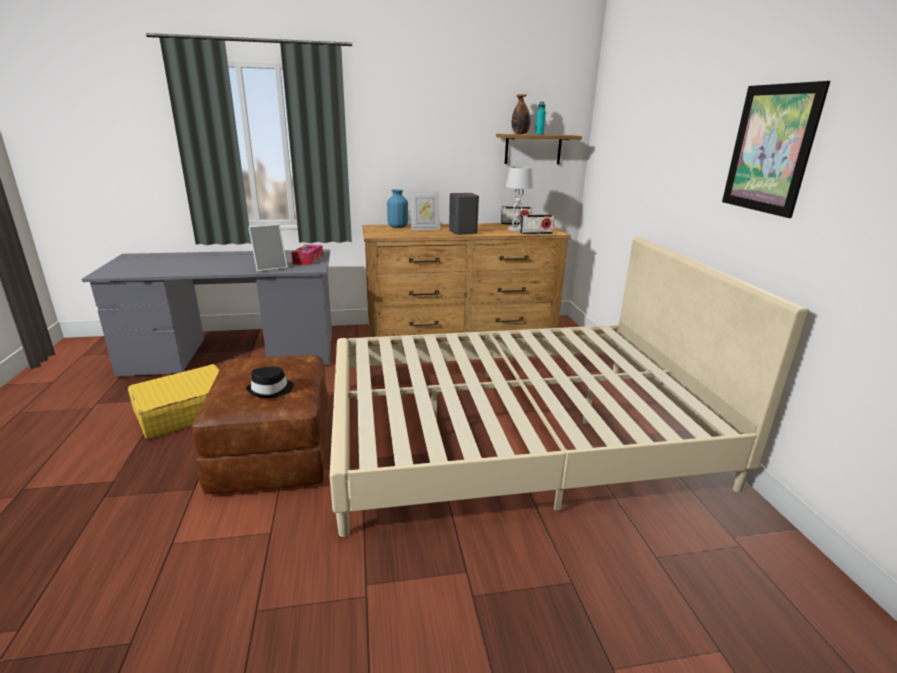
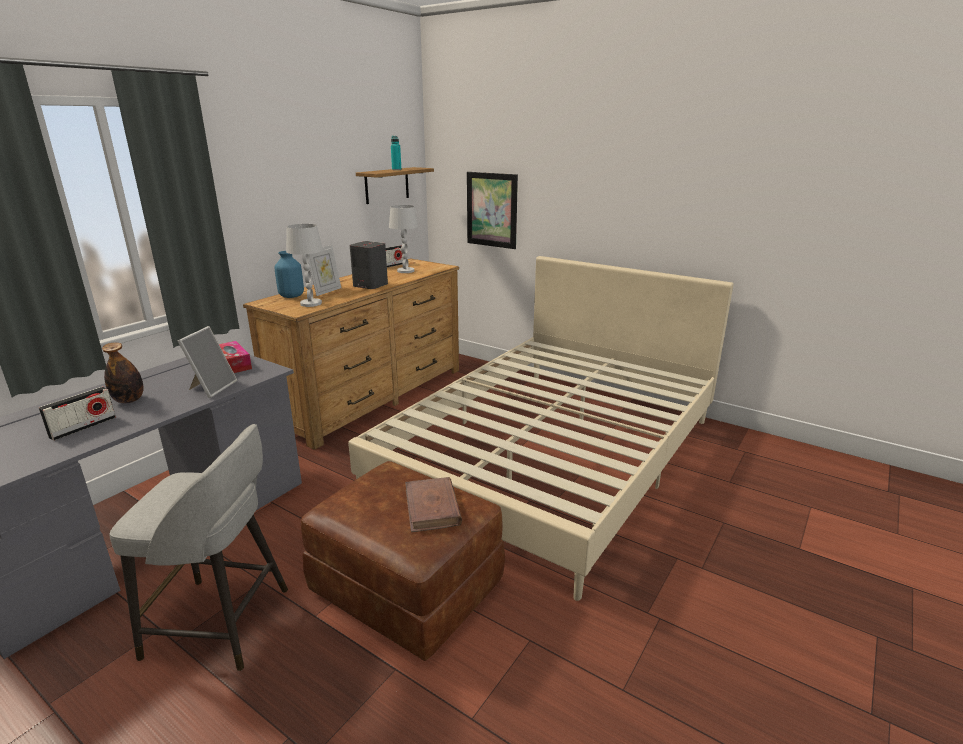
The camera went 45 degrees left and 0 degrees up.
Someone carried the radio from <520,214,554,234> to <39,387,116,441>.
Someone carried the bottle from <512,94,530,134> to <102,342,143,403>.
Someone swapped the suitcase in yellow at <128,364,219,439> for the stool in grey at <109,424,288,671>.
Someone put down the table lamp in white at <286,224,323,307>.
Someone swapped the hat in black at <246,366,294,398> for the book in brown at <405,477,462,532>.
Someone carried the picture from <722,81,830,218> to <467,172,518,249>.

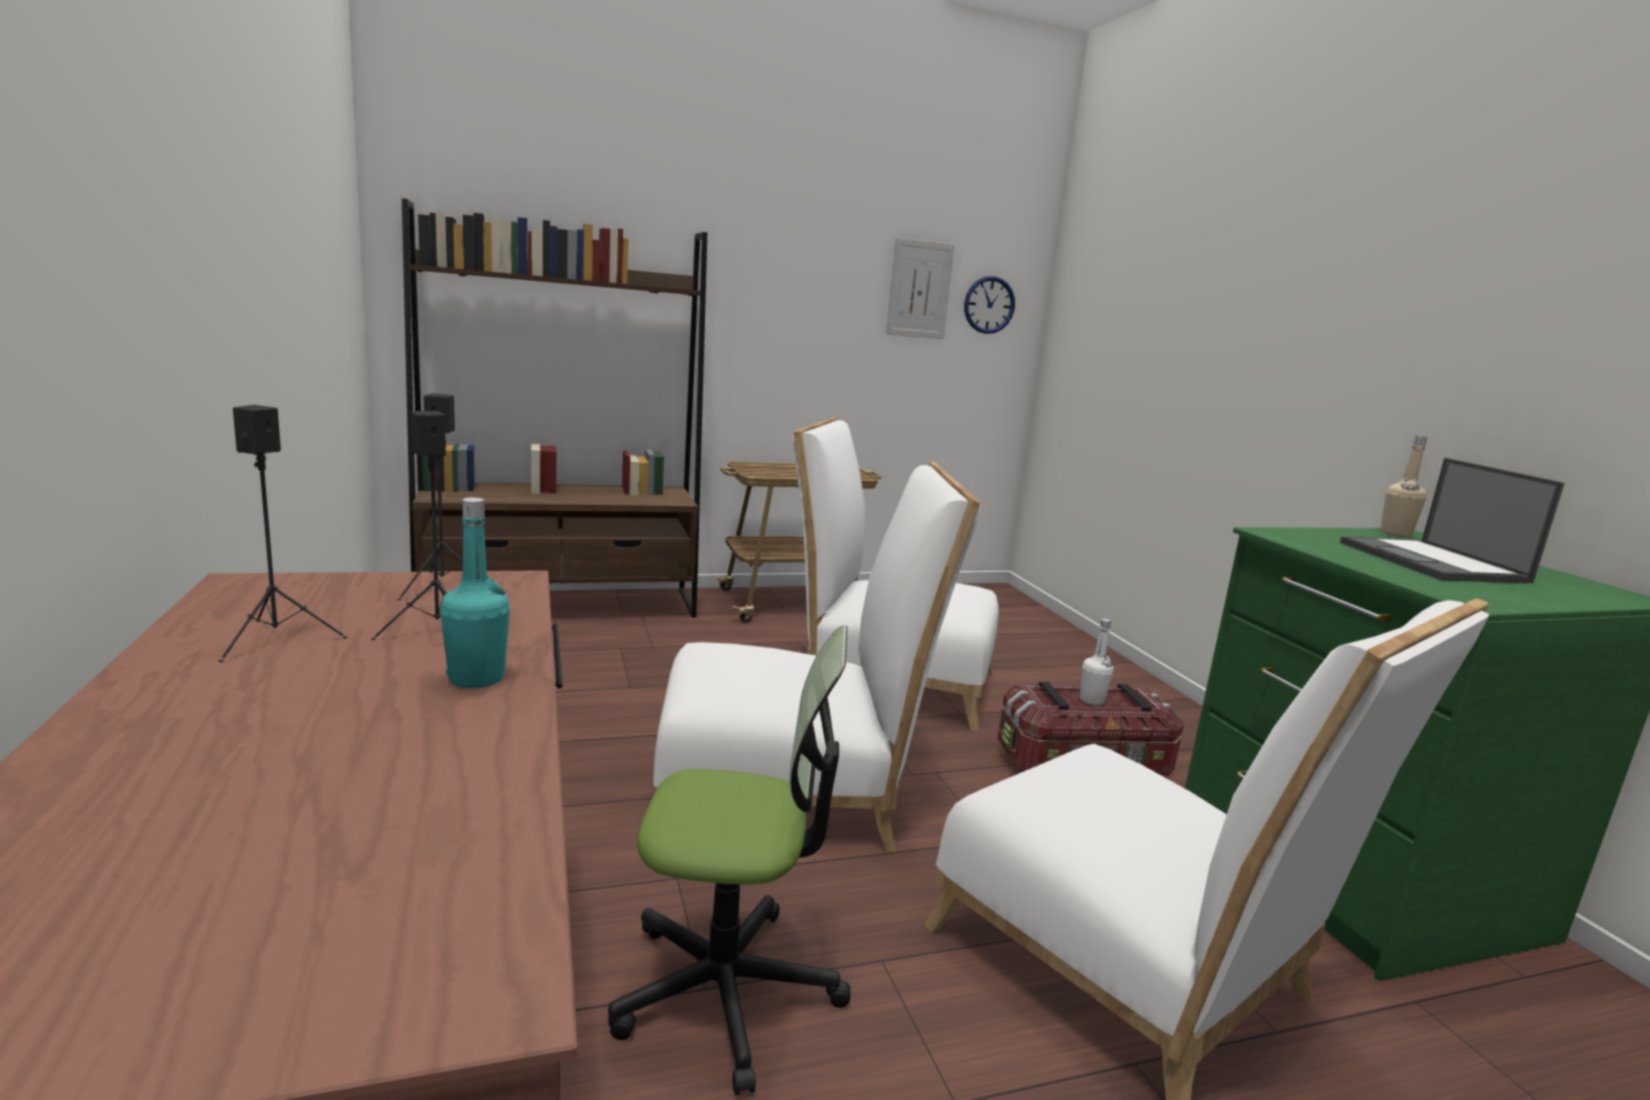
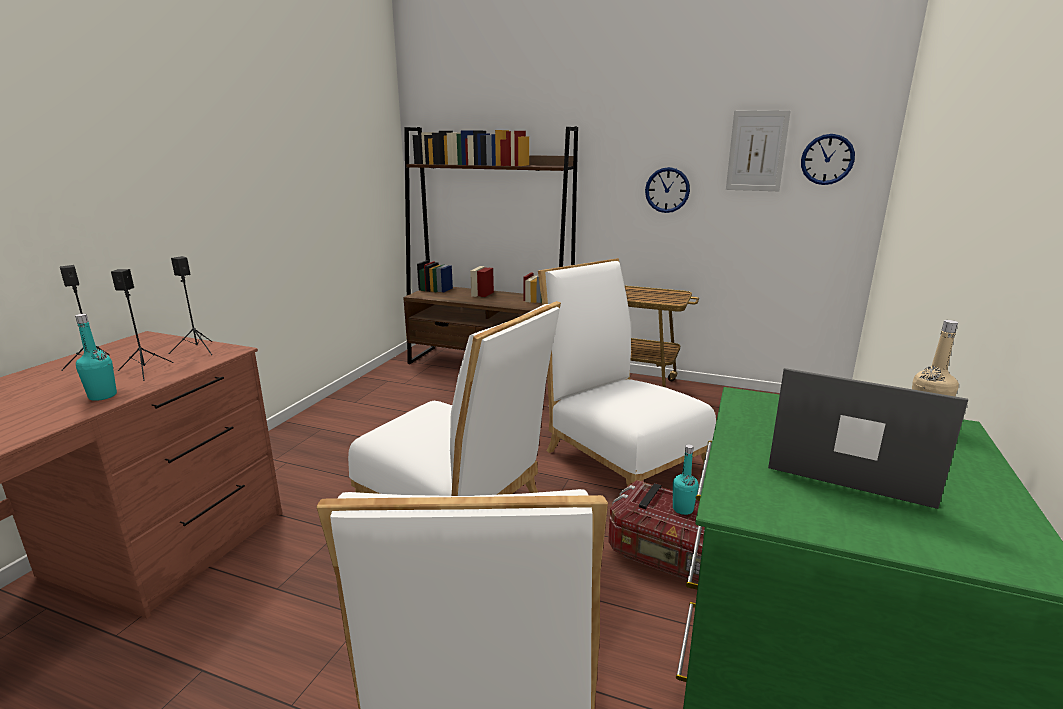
The camera went 40 degrees right and 5 degrees up.
Someone put up the wall clock at <645,167,690,213>.
Someone repainted the bottle in white at <1080,618,1113,705>, which became the bottle in turquoise at <673,444,699,515>.
Someone rotated the laptop at <1340,458,1564,583> by 90 degrees clockwise.
Someone took away the office chair at <608,626,850,1095>.

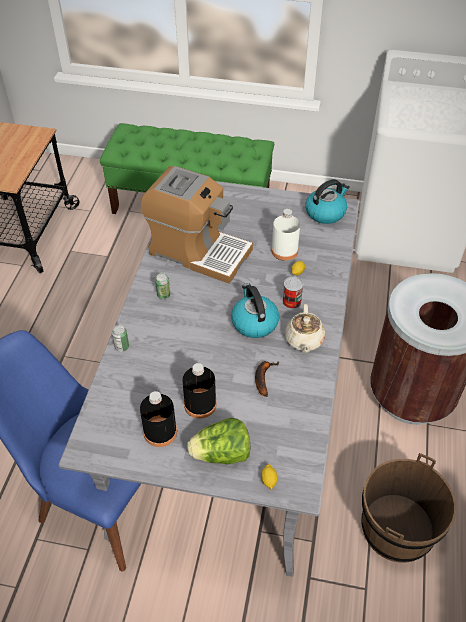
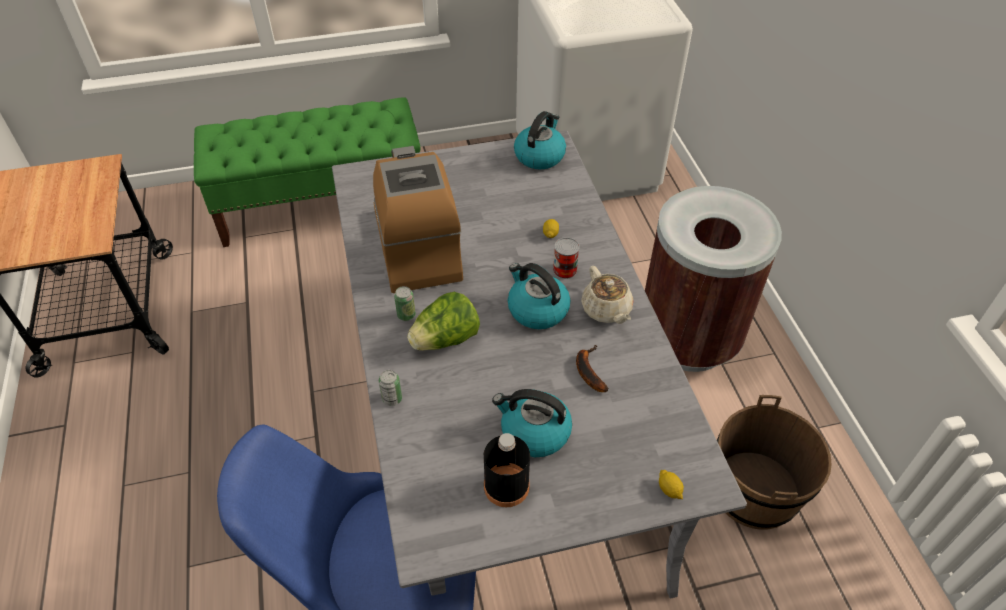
The camera went 25 degrees left and 0 degrees up.
Someone rotated the coffee machine at <141,166,253,284> by 105 degrees counterclockwise.
Someone carried the lettuce from <187,418,251,464> to <407,292,480,351>.
Someone swapped the bottle in black at <182,363,217,419> for the kettle at <492,389,572,457>.
Someone took away the bottle in white at <271,209,300,261>.

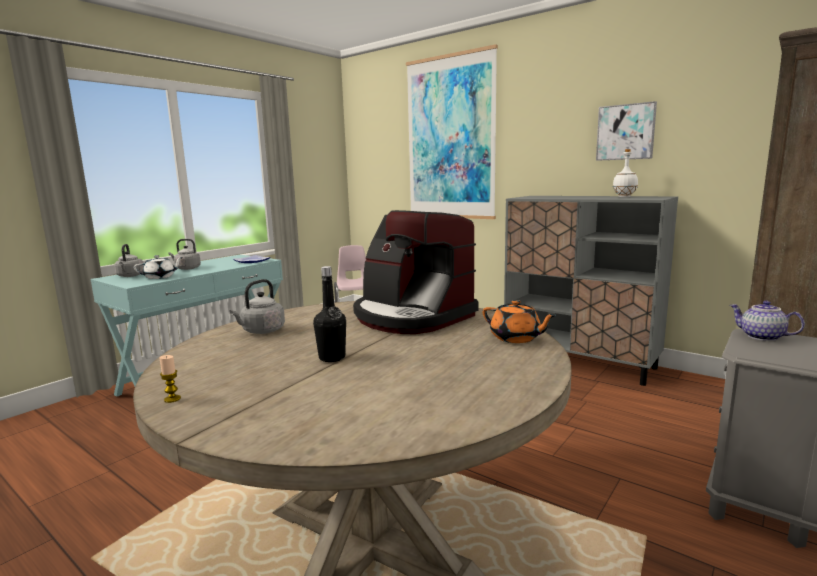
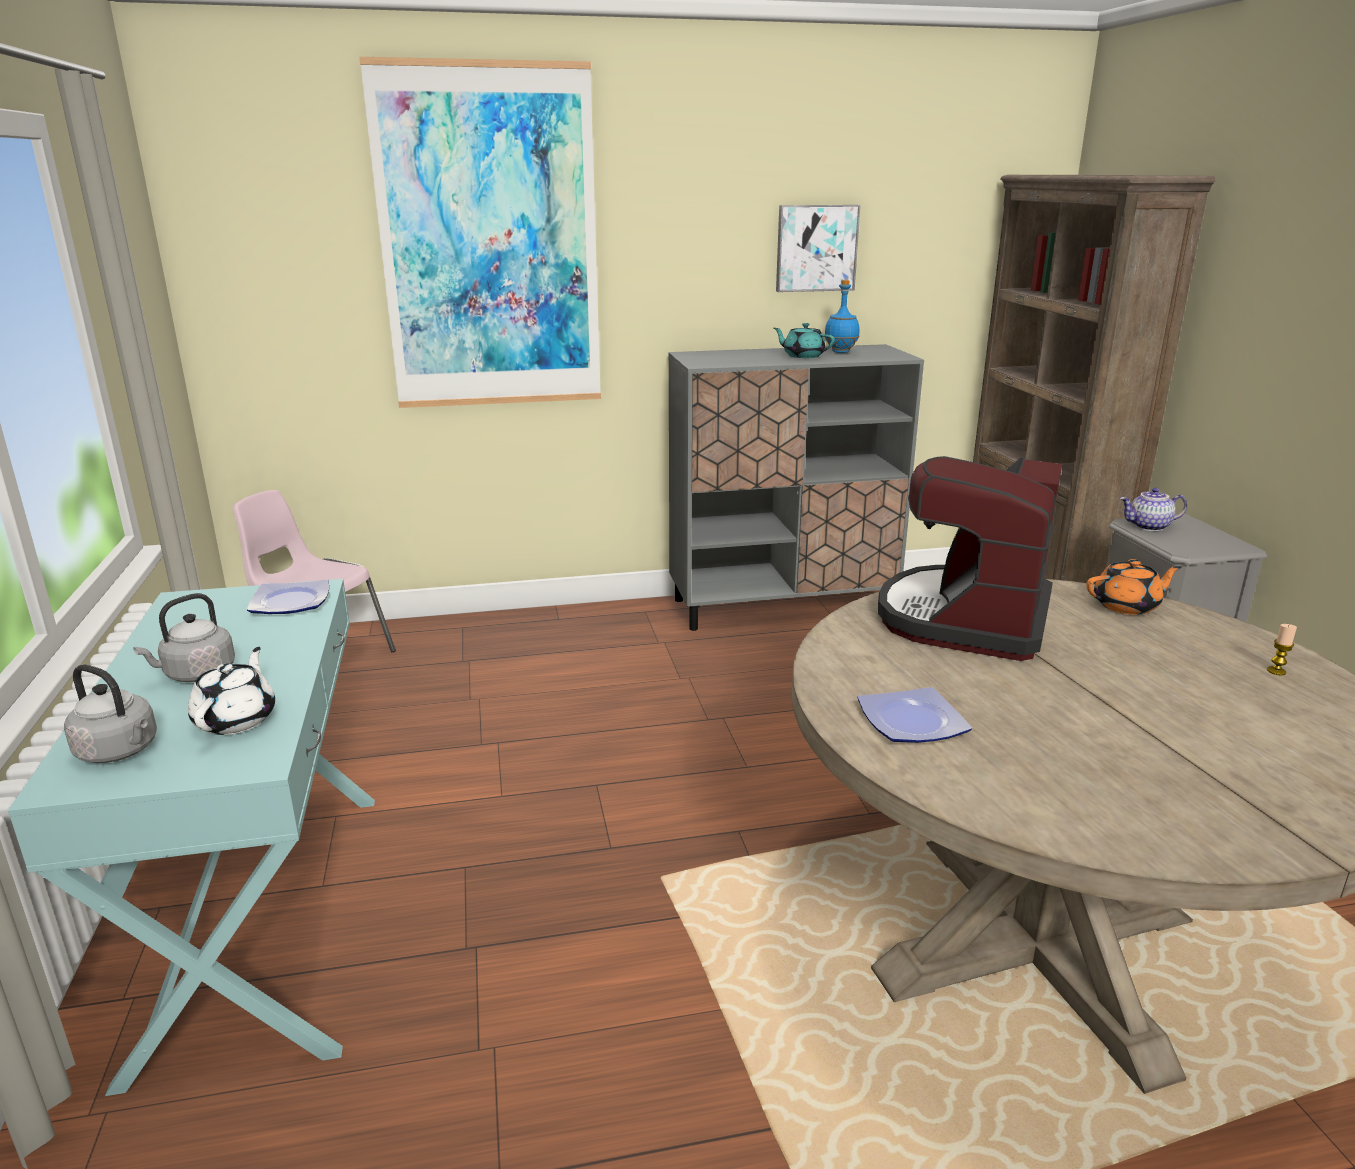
The camera went 50 degrees left and 10 degrees up.
Someone put down the teapot in turquoise at <774,323,835,358>.
Someone repainted the bottle in white at <613,149,638,197>, which became the bottle in blue at <825,280,860,353>.
Someone swapped the kettle in grey at <229,279,285,334> for the plate at <857,687,972,743>.
Someone rotated the coffee machine at <353,210,479,334> by 120 degrees clockwise.
Someone carried the candle from <159,355,181,403> to <1267,624,1297,675>.
Someone took away the bottle in black at <313,266,346,362>.

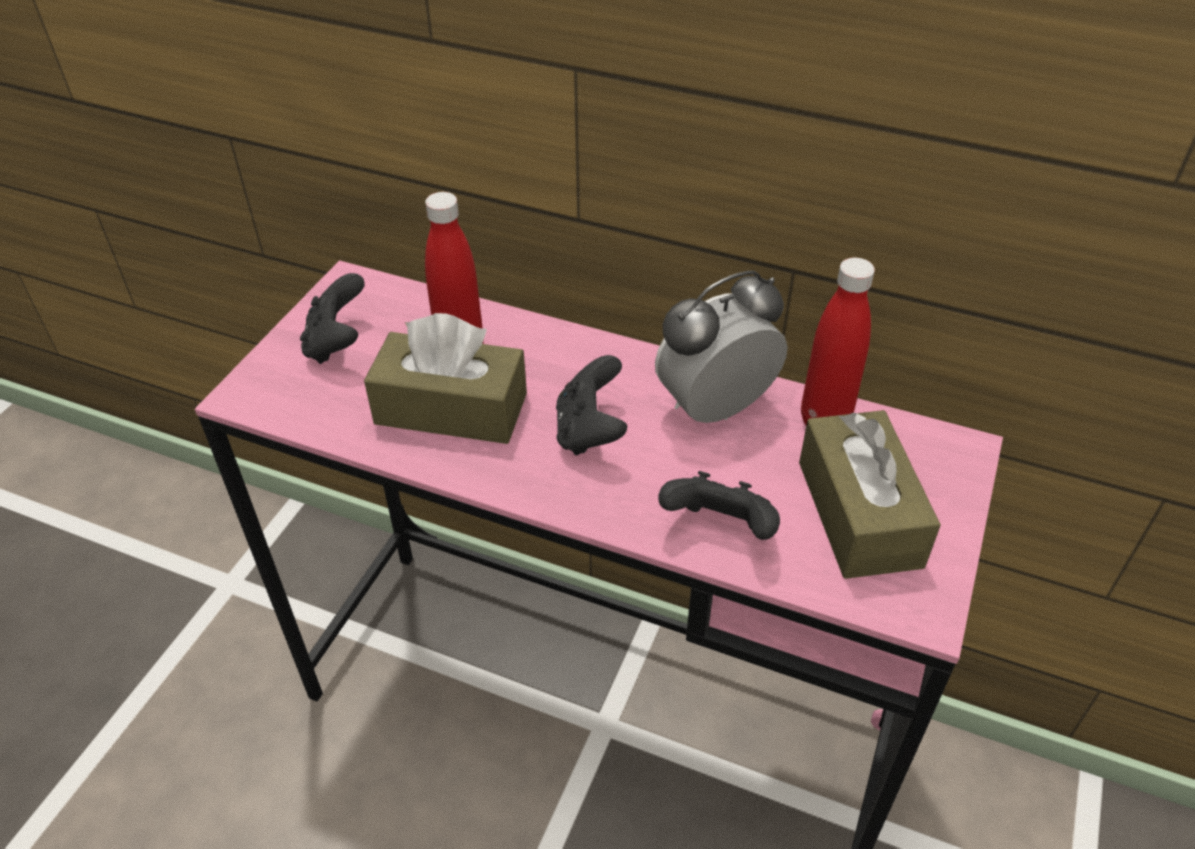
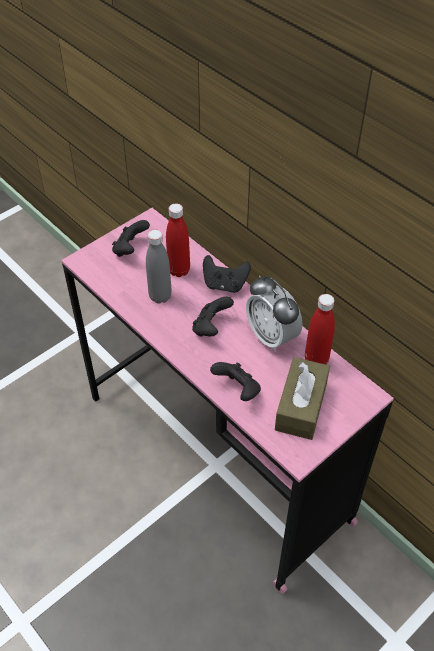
The camera went 25 degrees right and 5 degrees up.
Someone swapped the tissue box in brown at <364,313,527,444> for the bottle in grey at <146,230,172,304>.
Someone put down the game controller in black at <203,255,251,293>.
Someone rotated the alarm clock at <655,270,788,423> by 120 degrees counterclockwise.

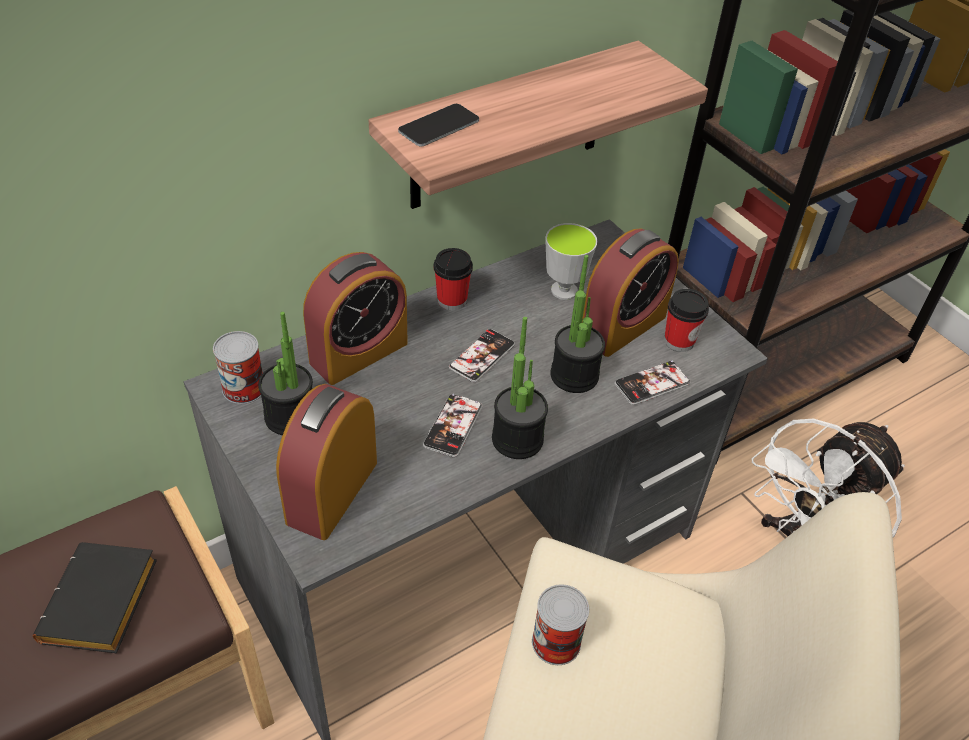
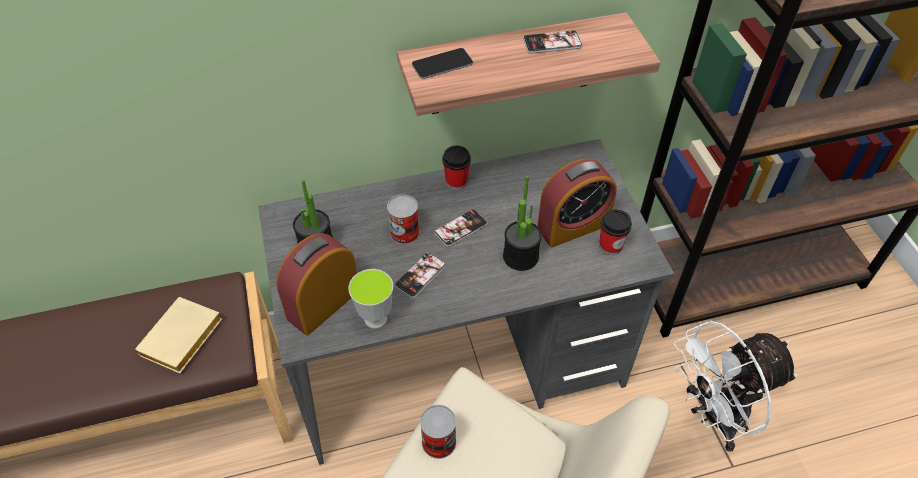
The camera went 20 degrees right and 5 degrees up.
Someone repainted the book in black at <32,542,157,653>, which became the book in beige at <135,297,222,373>.
Someone carried the cup from <545,223,597,300> to <348,269,393,329>.
Someone carried the can from <213,331,263,404> to <387,194,420,244>.
Someone carried the phone from <615,360,690,405> to <523,29,582,54>.
Someone took away the alarm clock at <303,252,408,385>.
Someone took away the potted plant at <492,317,548,459>.

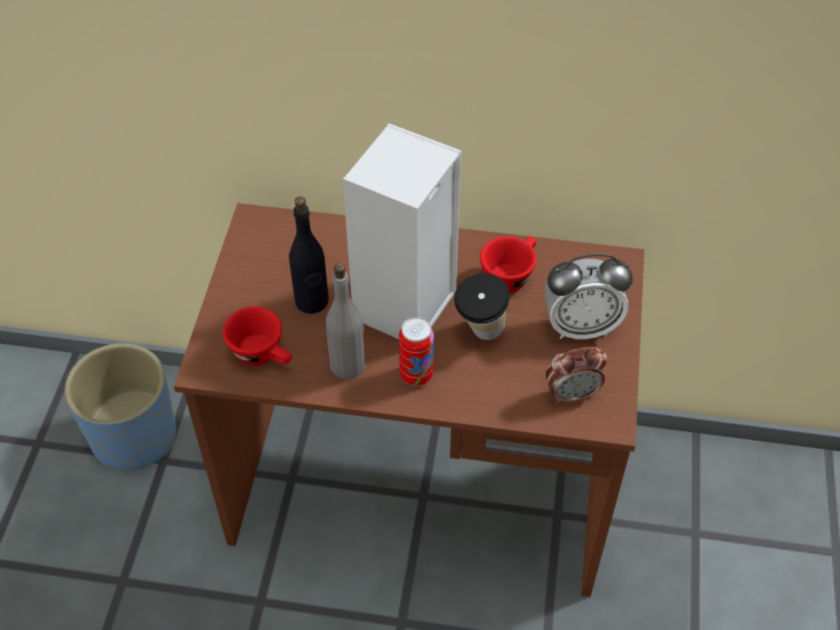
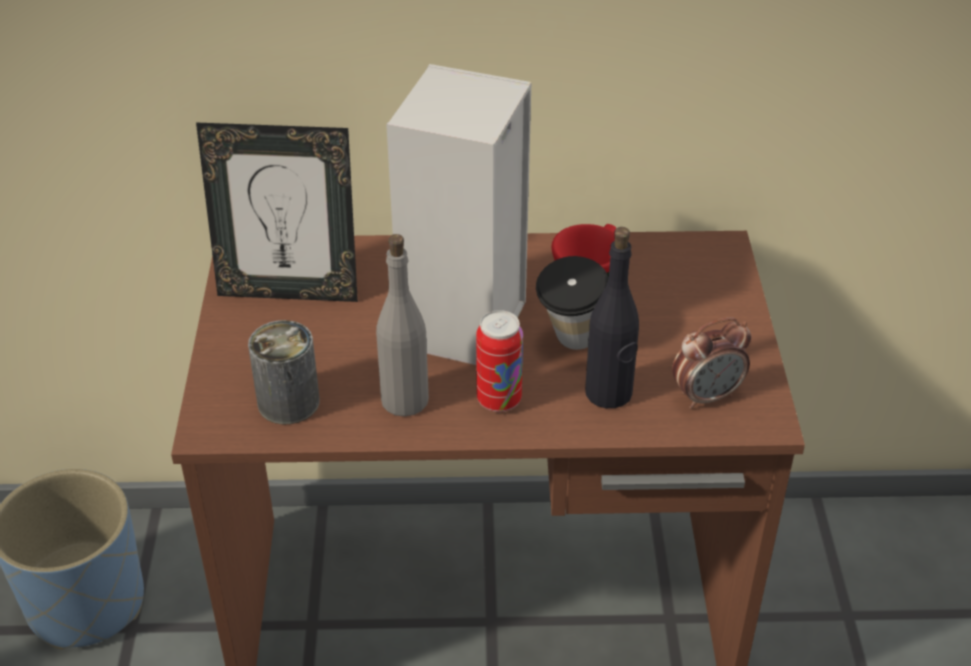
The camera went 10 degrees left and 10 degrees down.
Someone put down the picture frame at <196,122,358,302>.
Someone swapped the cup in red at <223,306,292,366> for the can at <248,320,320,424>.
Someone carried the bottle in black from <289,196,329,314> to <585,227,639,408>.
Someone took away the alarm clock at <544,254,633,339>.

